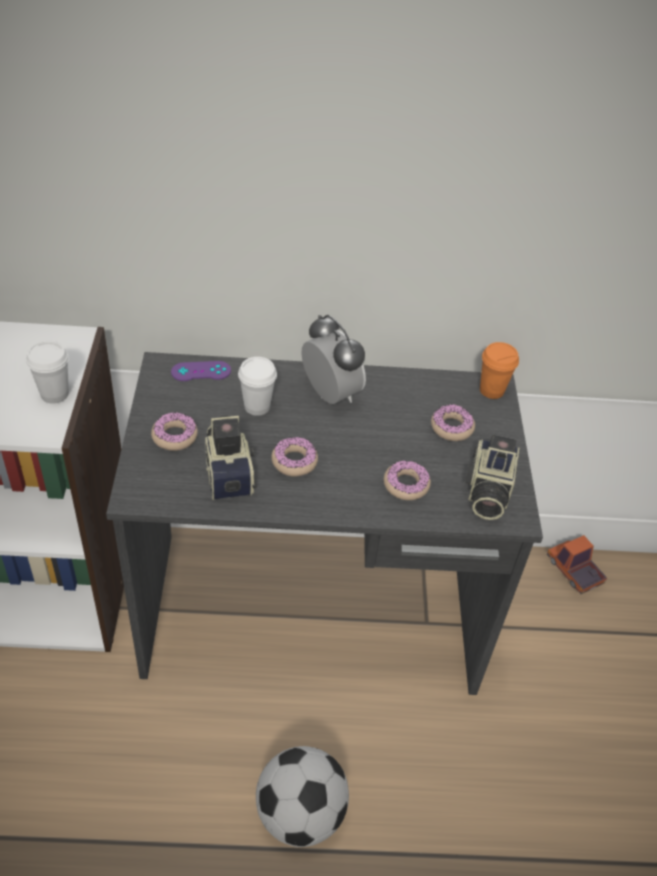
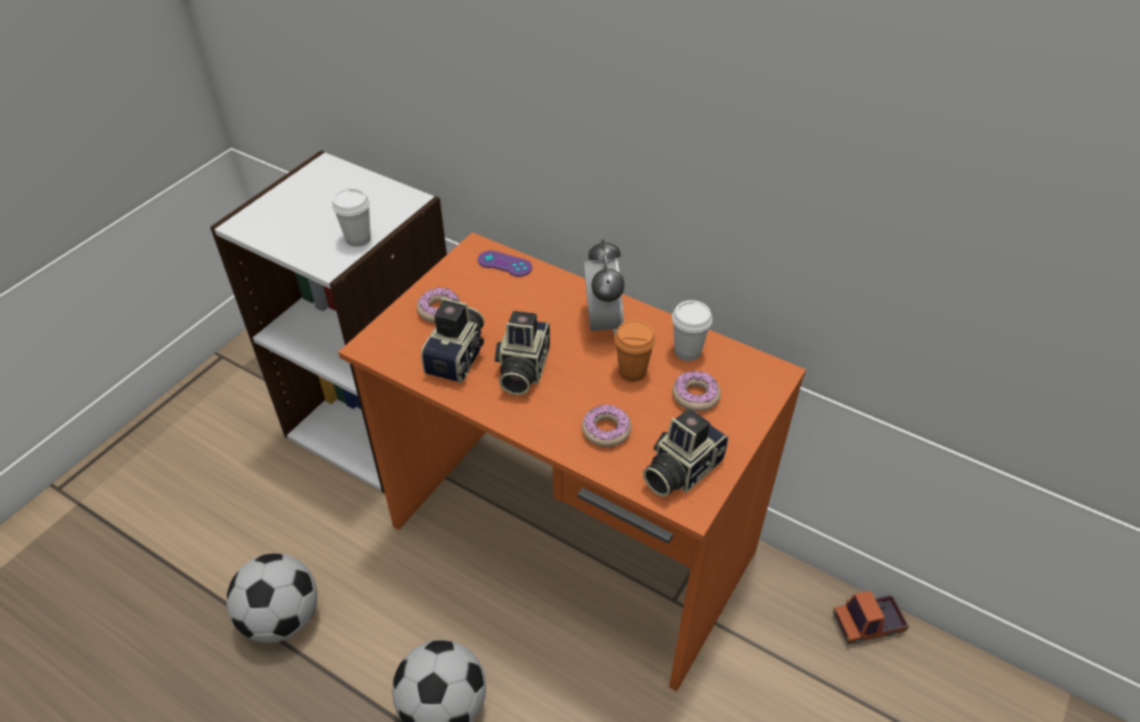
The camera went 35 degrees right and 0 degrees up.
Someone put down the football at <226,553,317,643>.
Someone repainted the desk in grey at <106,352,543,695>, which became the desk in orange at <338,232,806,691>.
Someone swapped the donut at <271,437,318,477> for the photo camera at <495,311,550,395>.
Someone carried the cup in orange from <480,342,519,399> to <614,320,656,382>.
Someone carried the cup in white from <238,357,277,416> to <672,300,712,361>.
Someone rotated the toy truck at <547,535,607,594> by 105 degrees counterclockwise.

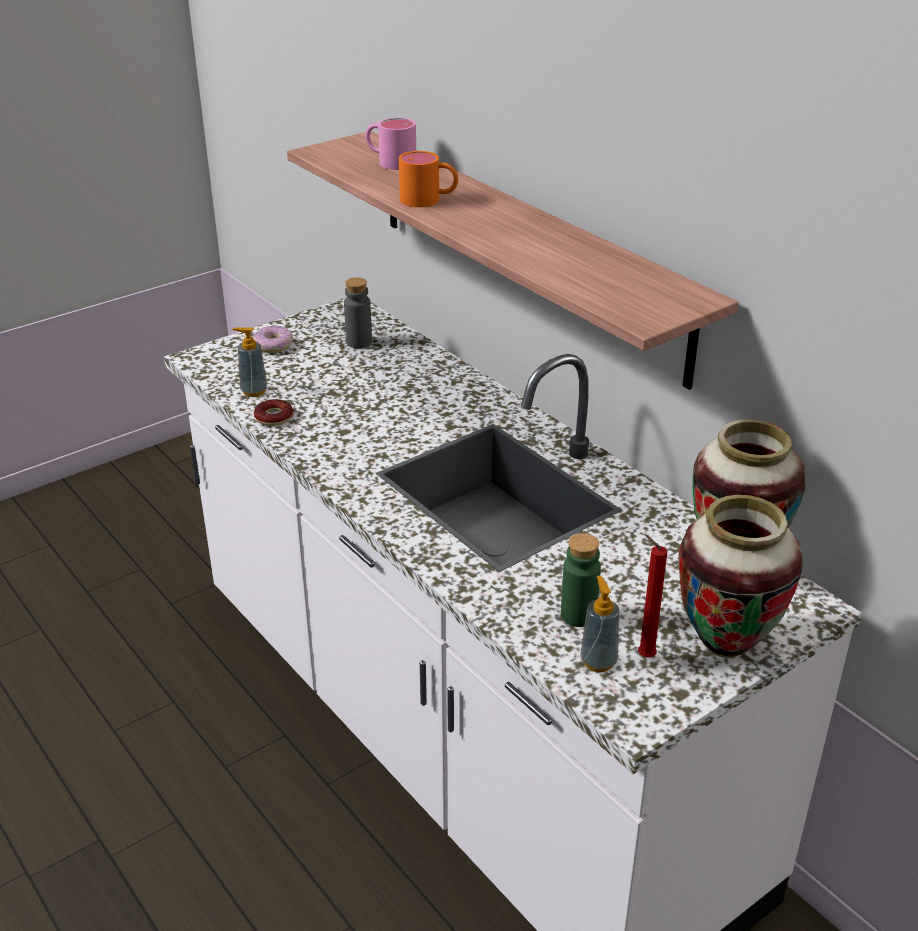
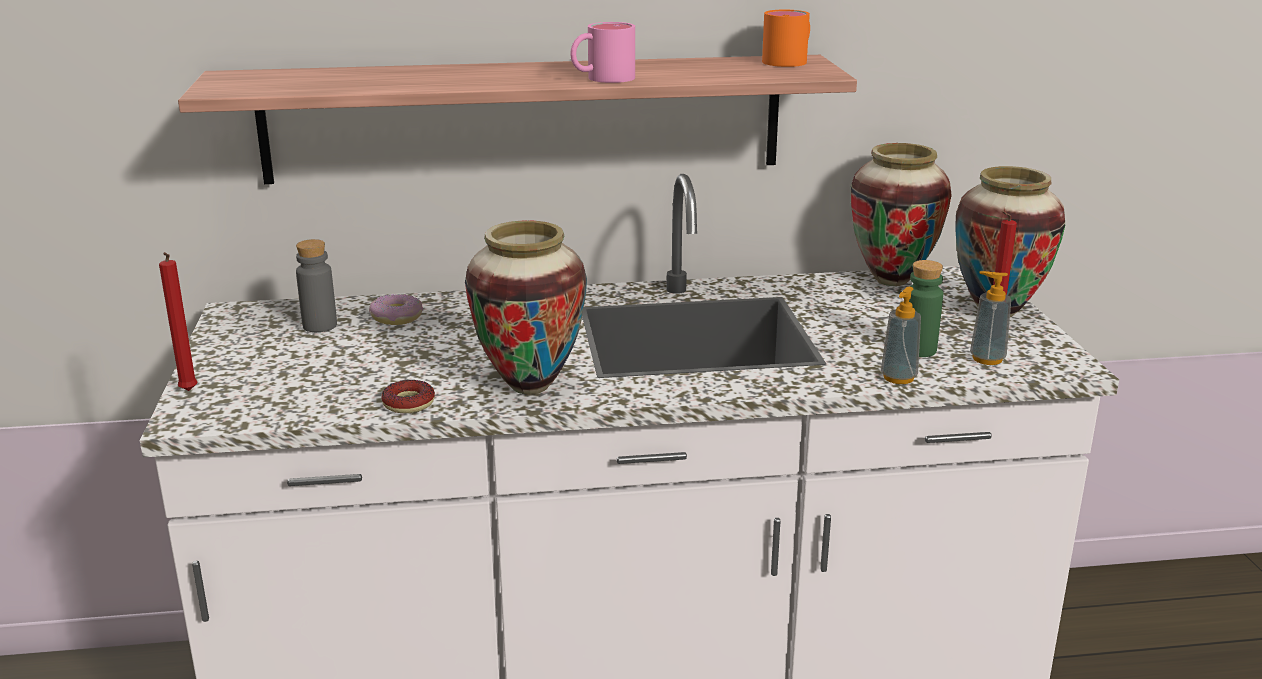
The camera went 60 degrees left and 10 degrees down.
Someone put down the candle in red at <159,252,198,391>.
Someone carried the donut from <253,325,293,353> to <369,294,423,325>.
Someone put down the vase at <465,220,587,394>.
Someone carried the mug in pink from <366,118,416,170> to <570,22,635,83>.
Someone carried the mug in orange from <399,151,458,207> to <762,10,810,67>.
Someone carried the soap dispenser from <233,327,267,397> to <881,287,921,384>.

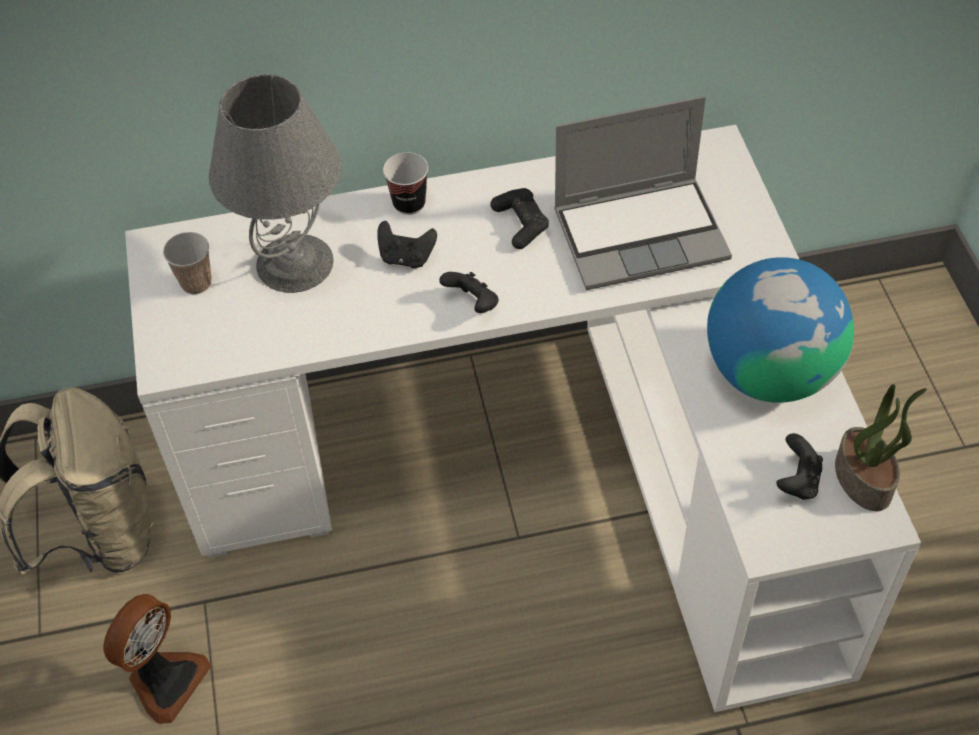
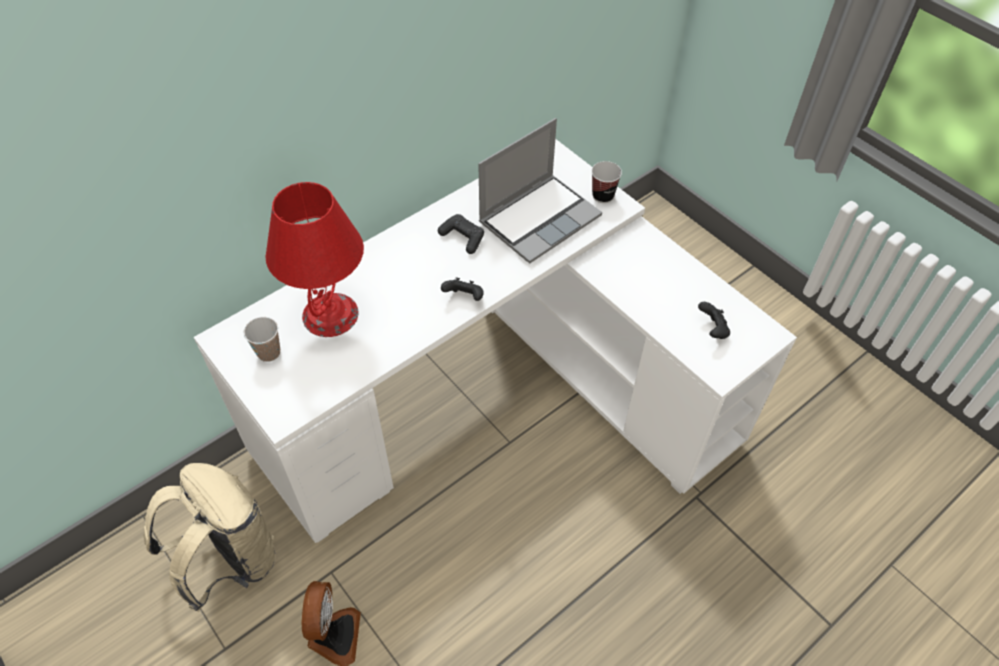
The camera went 30 degrees left and 0 degrees up.
Someone repainted the table lamp in grey at <209,74,342,293>, which became the table lamp in red at <265,182,364,337>.
Someone carried the cup from <383,152,429,215> to <591,161,622,203>.
Someone took away the game controller in black at <377,221,437,268>.
Someone took away the globe at <707,257,854,403>.
Someone took away the potted plant at <835,384,927,511>.

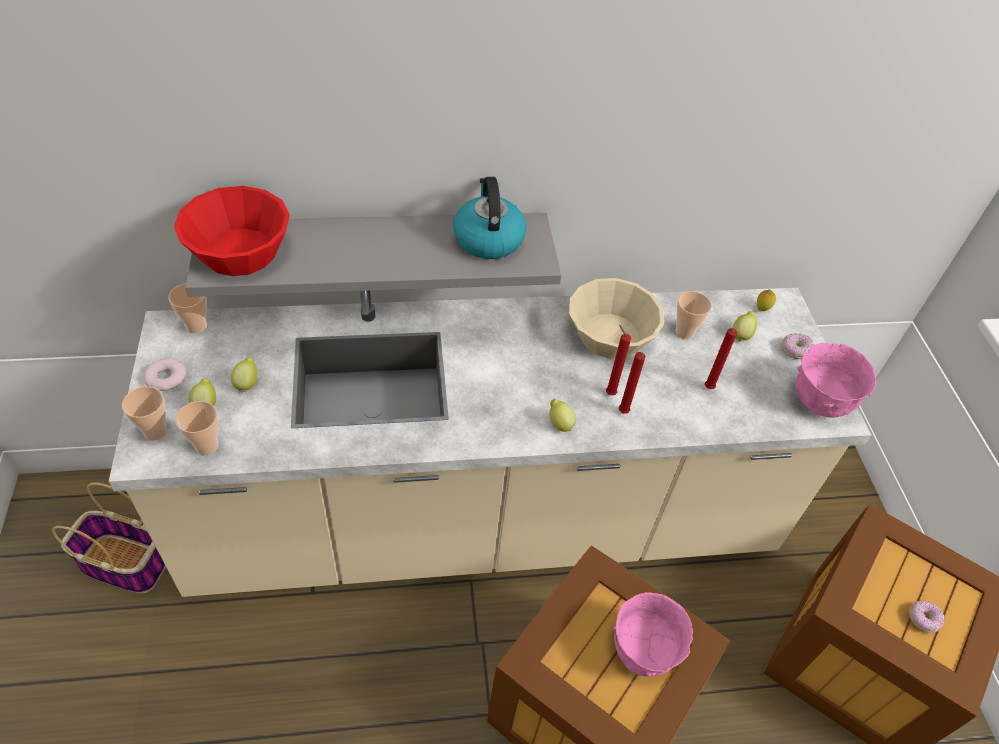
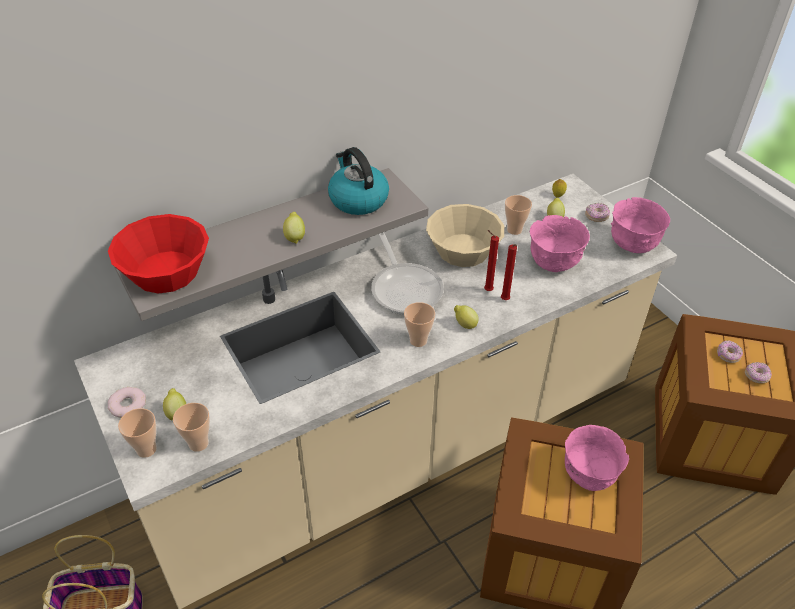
The camera went 20 degrees left and 5 degrees down.
Someone carried the lemon from <231,357,258,393> to <283,212,305,244>.
Someone put down the frying pan at <371,232,444,315>.
Someone carried the cup from <168,283,207,333> to <404,302,435,347>.
Someone swapped the candle in red at <705,328,737,389> for the bowl in pink at <530,215,590,272>.
Someone put down the donut at <717,340,743,363>.

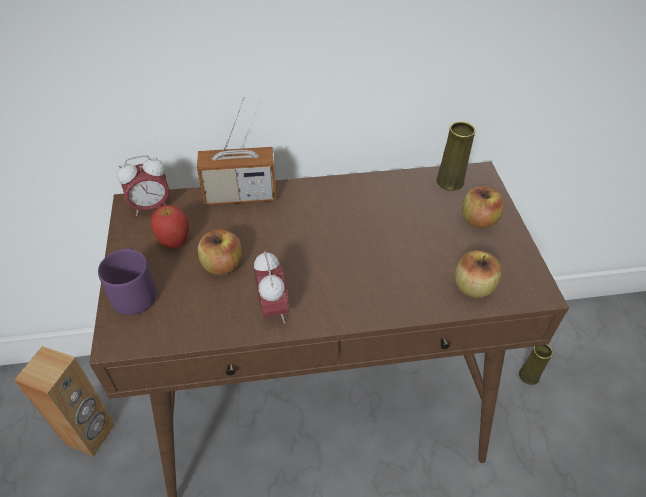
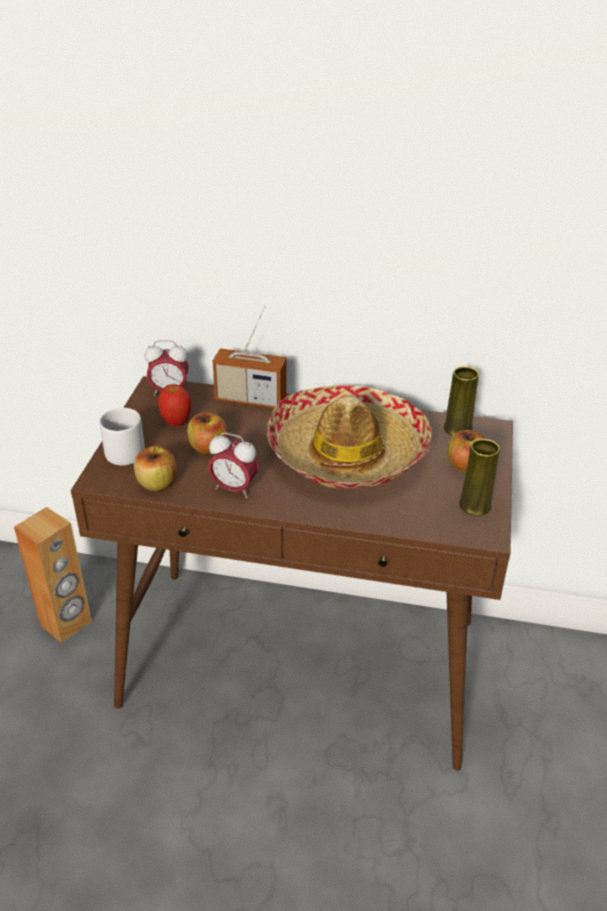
The camera went 20 degrees right and 10 degrees down.
Someone repainted the mug in purple at <98,248,157,315>, which became the mug in grey at <99,408,145,466>.
Someone carried the apple from <454,250,502,298> to <134,446,176,491>.
Someone rotated the alarm clock at <254,251,289,324> by 105 degrees clockwise.
Someone put down the hat at <267,385,432,489>.
Someone carried the vase in yellow from <519,345,553,385> to <459,439,500,516>.

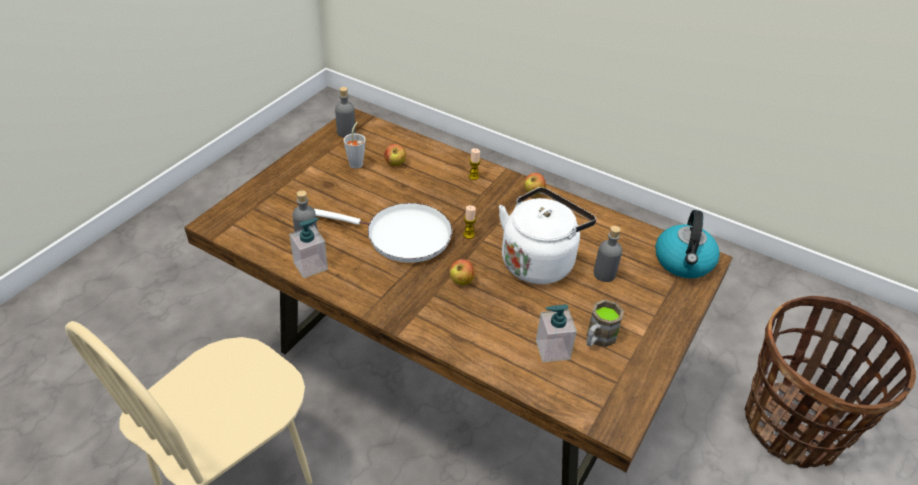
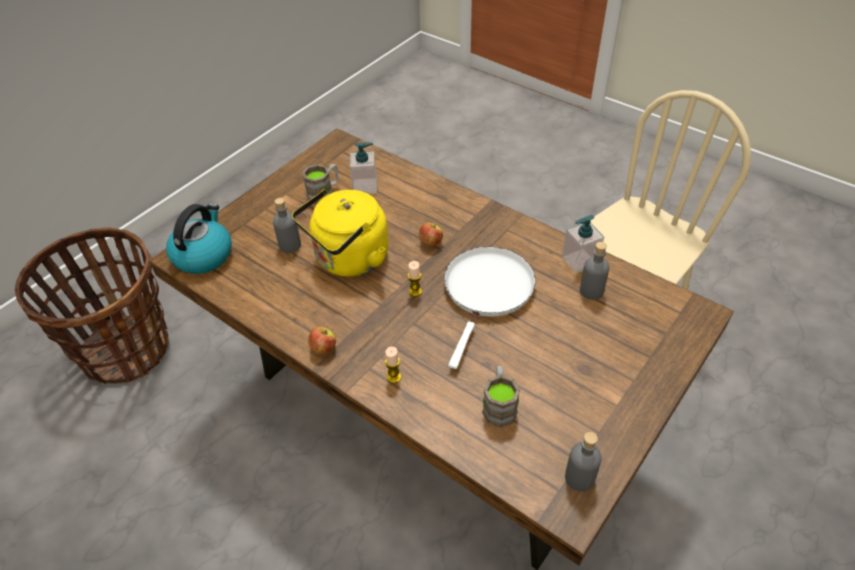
The camera went 170 degrees left and 5 degrees up.
Someone repainted the kettle in white at <499,187,596,284>, which became the kettle in yellow at <292,189,389,277>.
Someone rotated the frying pan in white at <314,203,452,263> by 90 degrees clockwise.
Someone swapped the apple at <384,144,406,166> for the mug in brown at <482,366,520,428>.
Someone took away the cup in grey at <344,122,366,169>.

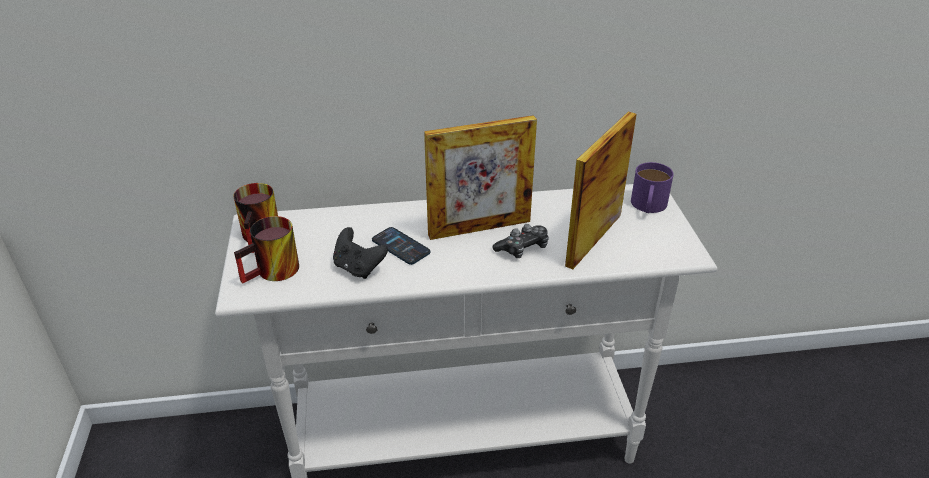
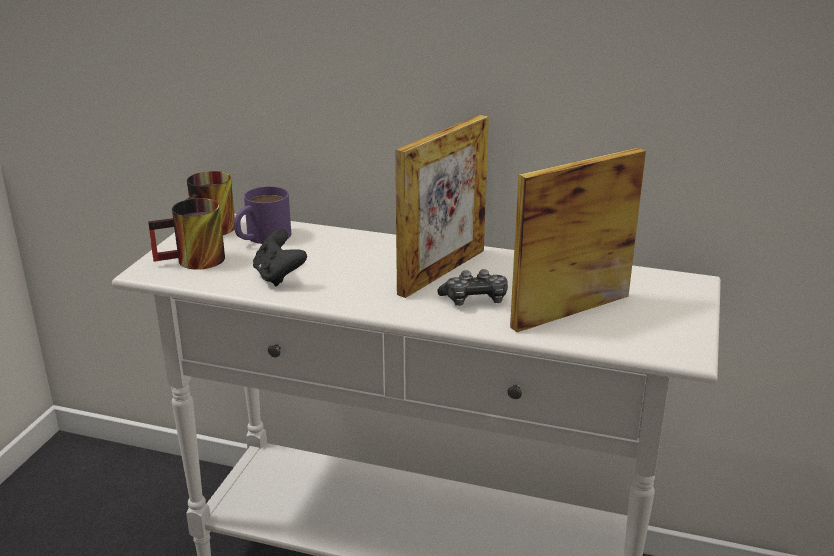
The camera went 25 degrees right and 10 degrees down.
Someone carried the mug in purple from <631,162,674,213> to <234,186,291,244>.
Someone rotated the picture frame at <424,115,537,240> by 60 degrees counterclockwise.
Someone took away the phone at <372,227,430,265>.

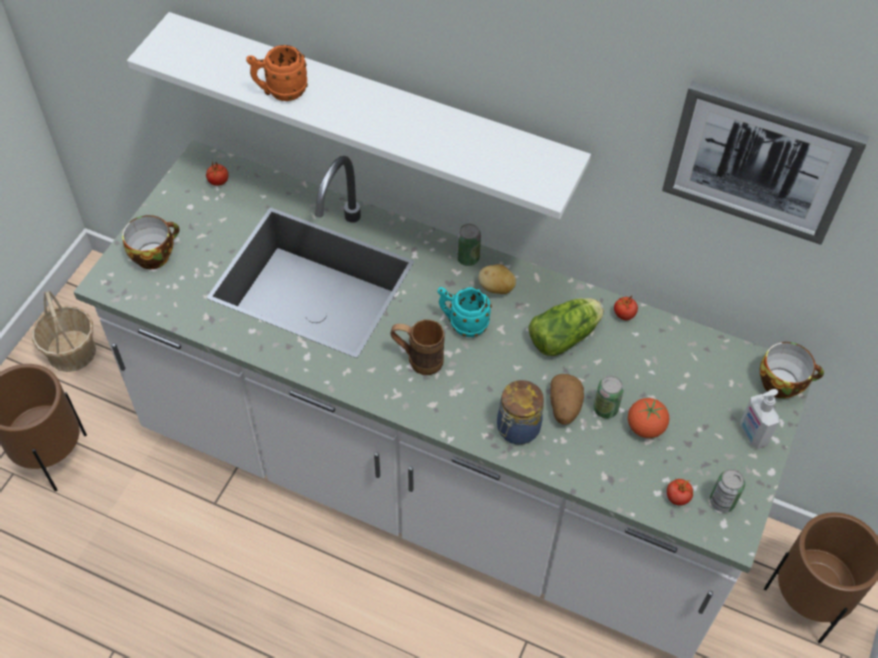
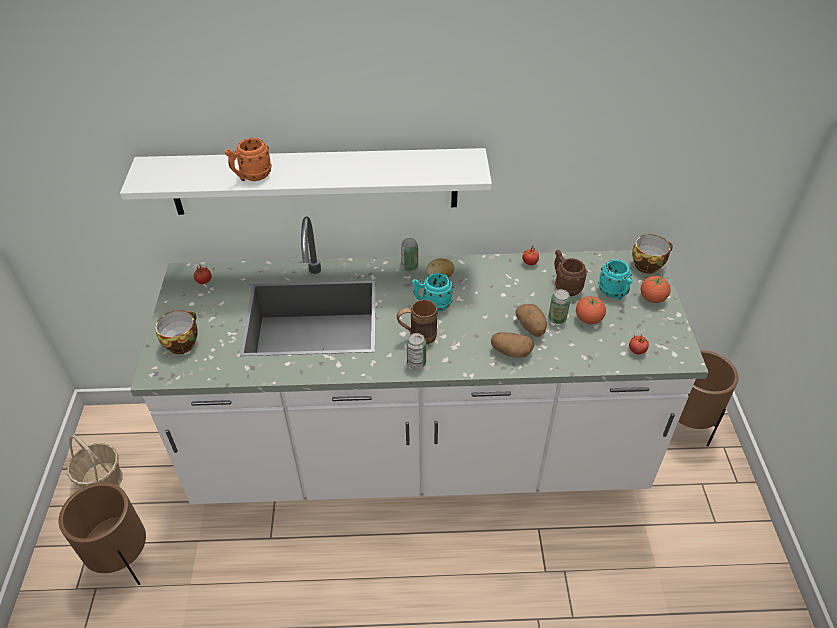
The camera went 25 degrees left and 10 degrees down.
Someone carried the can from <710,469,745,512> to <407,333,426,369>.
Someone swapped the jar at <497,380,544,445> for the potato at <491,332,534,358>.
Someone put down the mug in brown at <554,250,587,296>.
Someone put down the mug in turquoise at <598,260,633,300>.
Someone swapped the soap dispenser at <741,389,779,449> for the tomato at <641,276,671,303>.
Someone took away the lettuce at <529,298,604,356>.
Someone took away the picture at <662,80,869,245>.

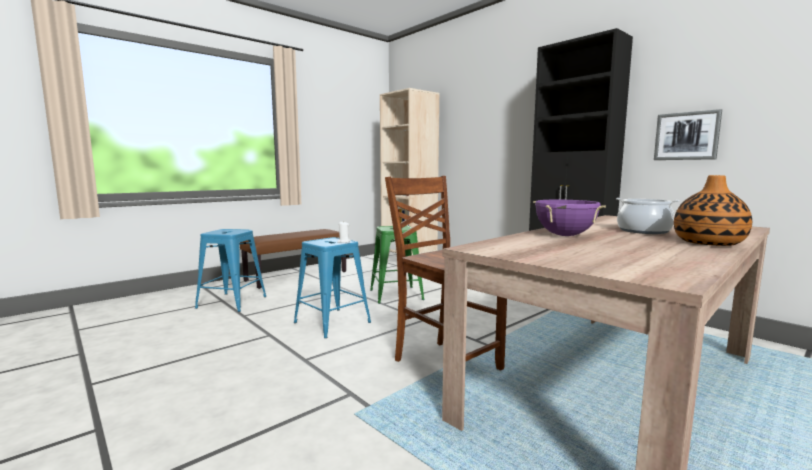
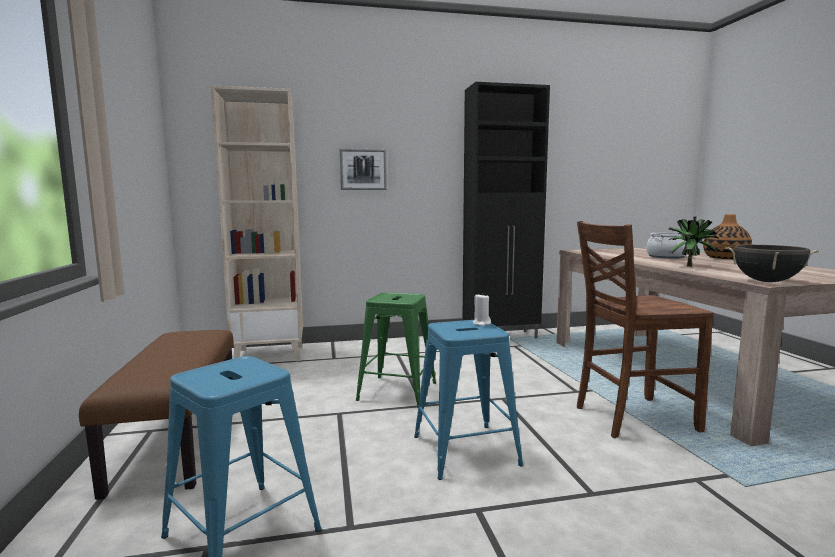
The camera went 60 degrees left and 0 degrees up.
Someone carried the picture from <654,109,722,160> to <340,148,387,190>.
Someone swapped the cooking pot in purple at <533,200,606,236> for the potted plant at <669,217,718,267>.
Someone put down the cooking pot in black at <725,245,820,282>.

